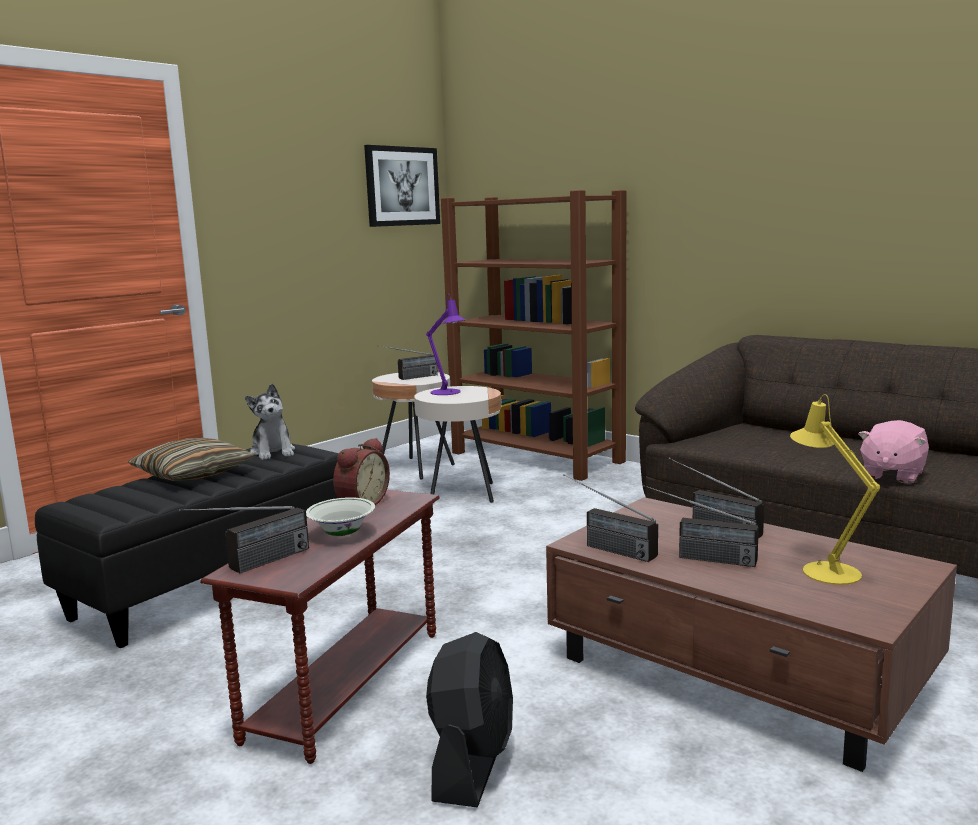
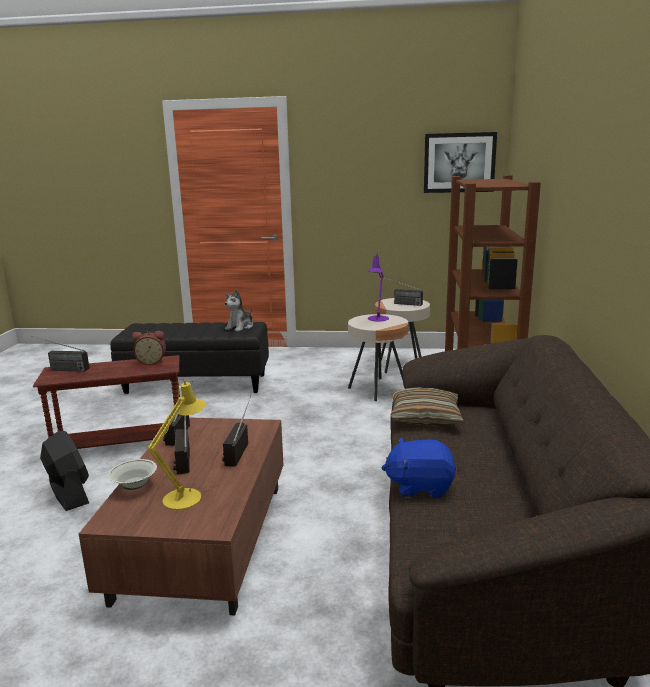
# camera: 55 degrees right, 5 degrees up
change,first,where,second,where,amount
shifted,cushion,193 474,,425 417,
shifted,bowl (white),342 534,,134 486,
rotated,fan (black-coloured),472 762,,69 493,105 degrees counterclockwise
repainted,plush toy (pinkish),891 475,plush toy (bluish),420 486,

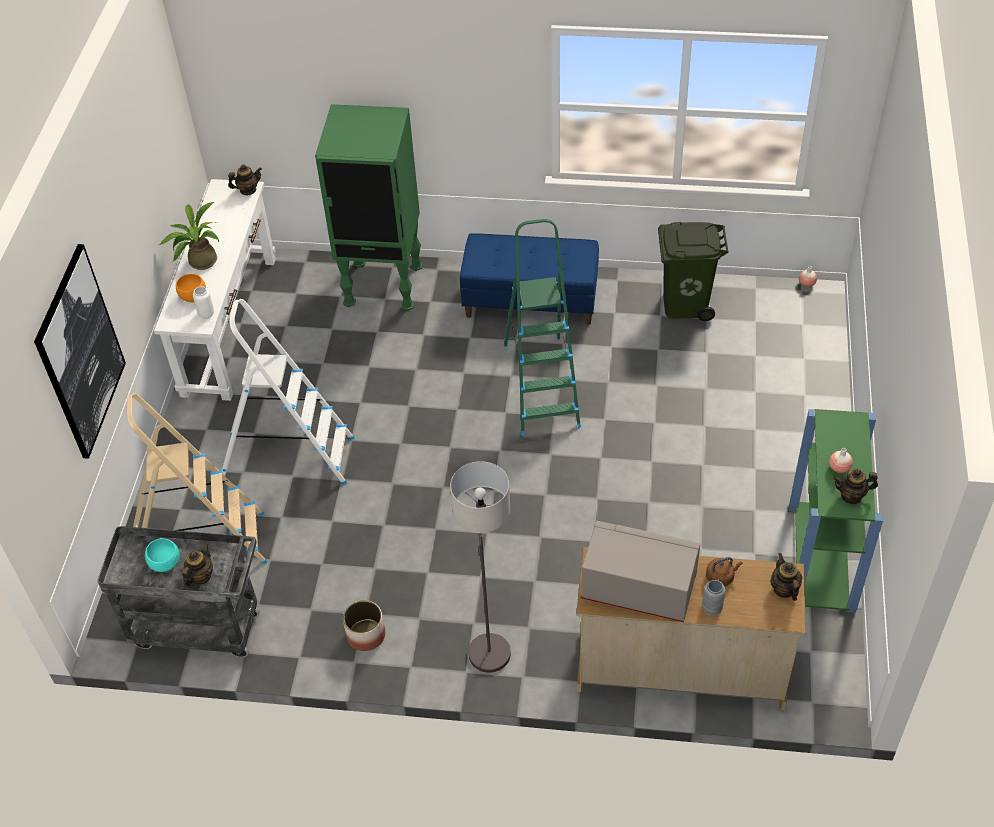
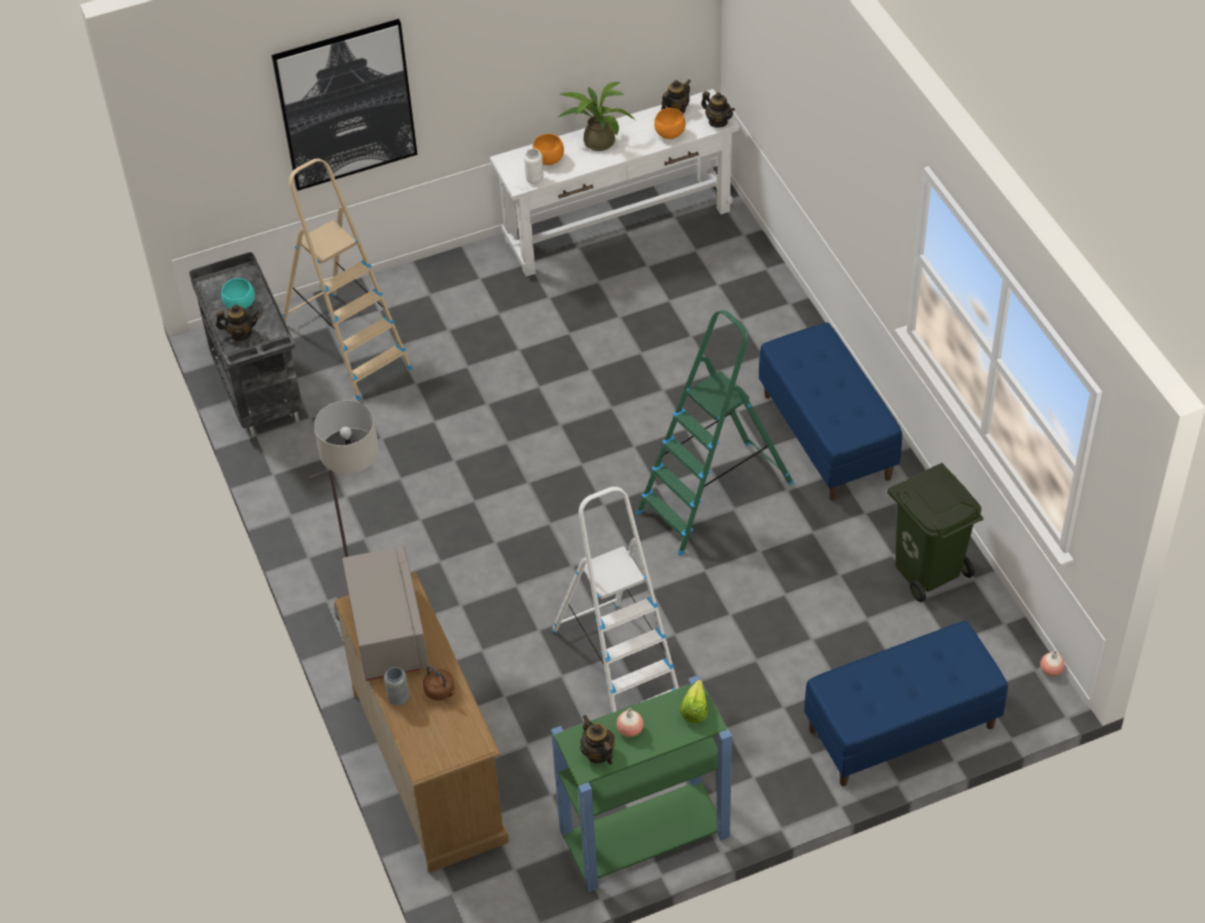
# camera: 60 degrees right, 0 degrees up
change,first,where,second,where,amount
shifted,step ladder (white),288 458,,618 672,
gone,cupboard (green-coloured),384 285,,,
gone,flower pot,365 635,,,
shifted,pot for tea,784 589,,676 110,
new,,,bowl (orange),669 134,
new,,,lettuce,696 707,
new,,,indoor bench (bluish),901 729,

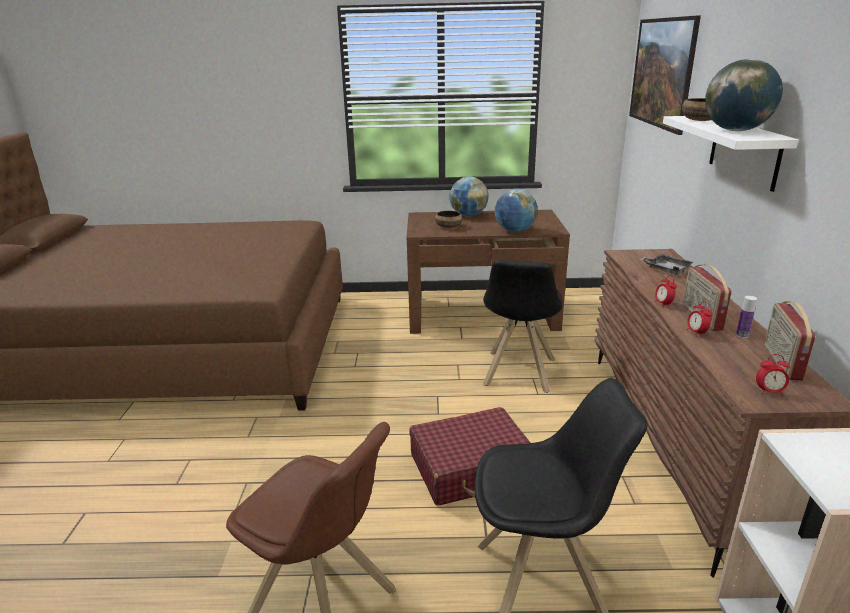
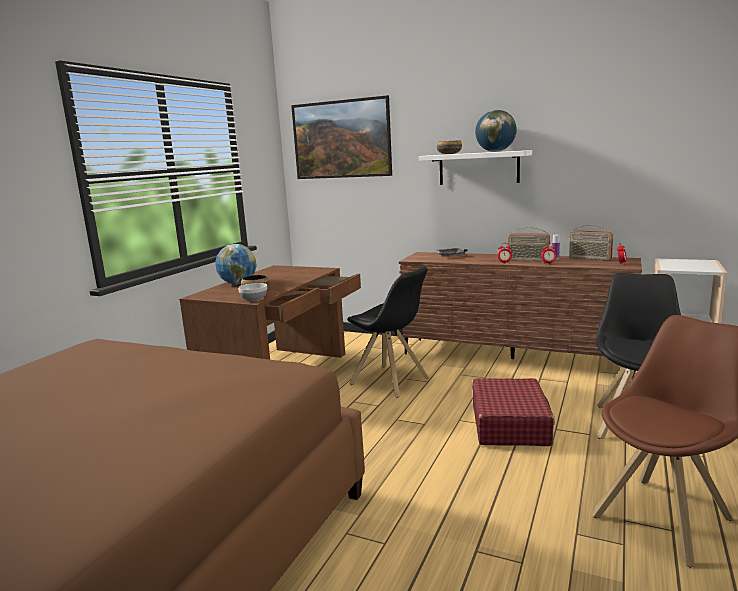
# camera: 65 degrees left, 10 degrees down
change,first,where,second,where,amount
gone,world globe,515 231,,,
new,,,bowl,253 299,

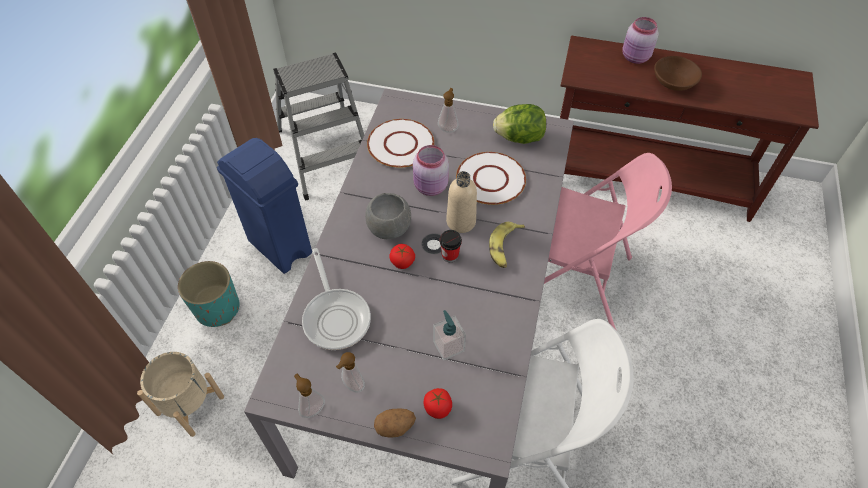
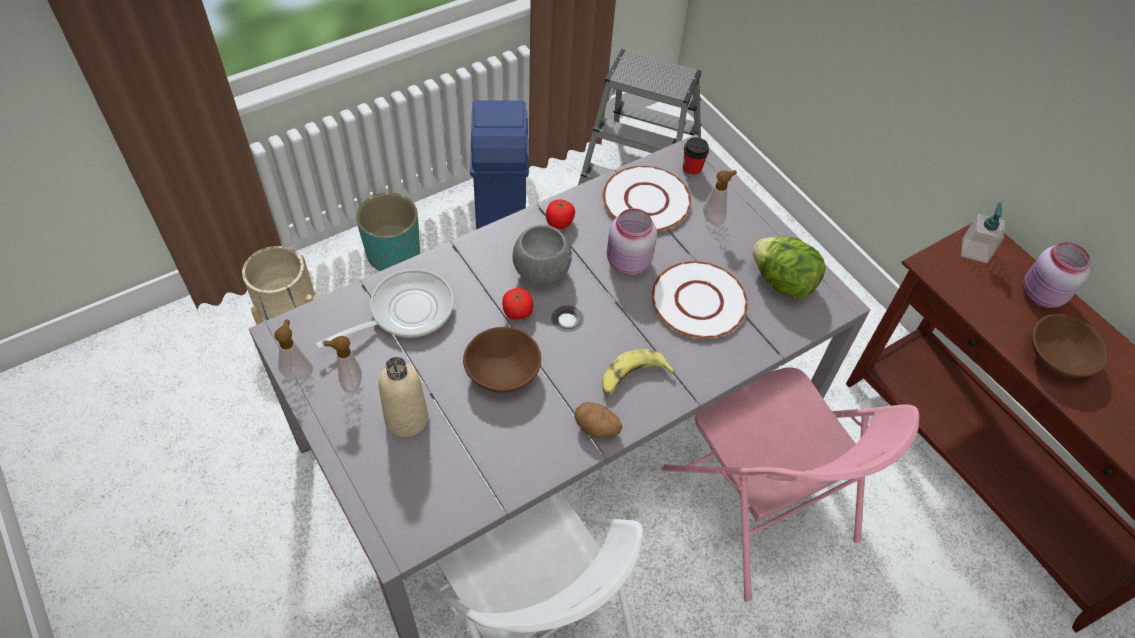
# camera: 40 degrees right, 0 degrees up
change,first,where,second,where,amount
rotated,pan,336 316,,405 312,150 degrees counterclockwise
shifted,spud,395 427,,597 428,
shifted,whole tomato,438 408,,559 222,
shifted,soap dispenser,448 346,,974 250,
shifted,drinking cup,450 255,,691 170,
shifted,bottle (beige),461 221,,406 419,
new,,,bowl (brown-coloured),502 371,

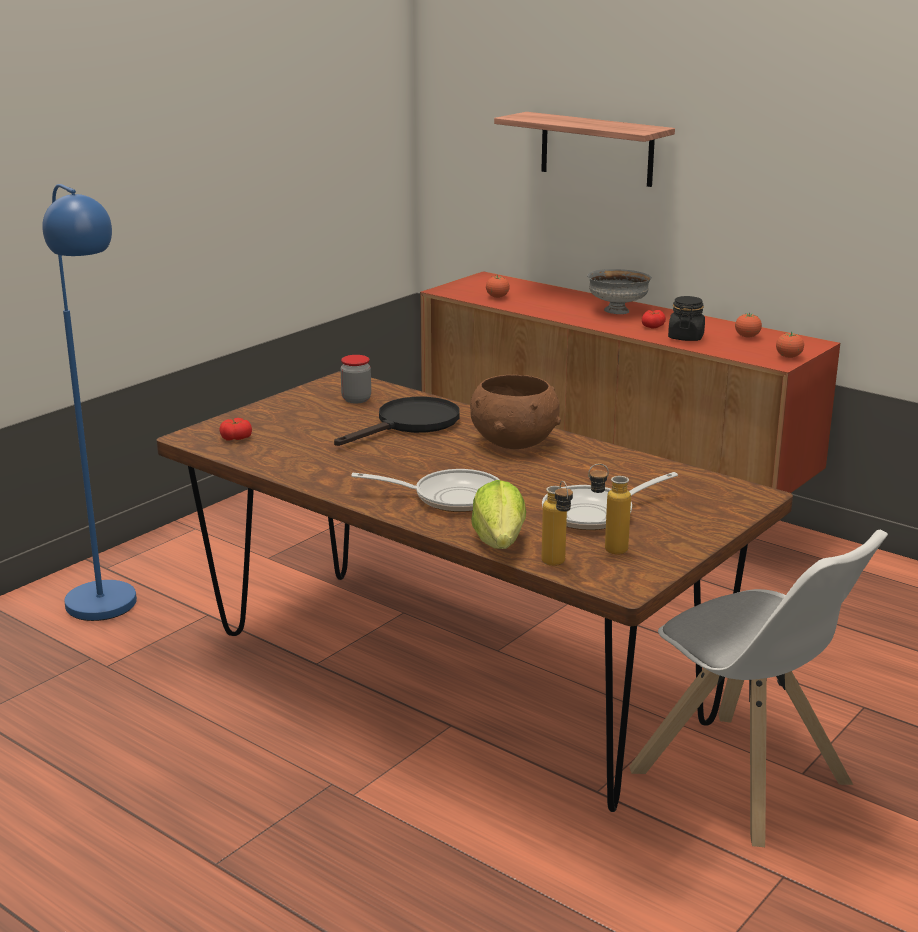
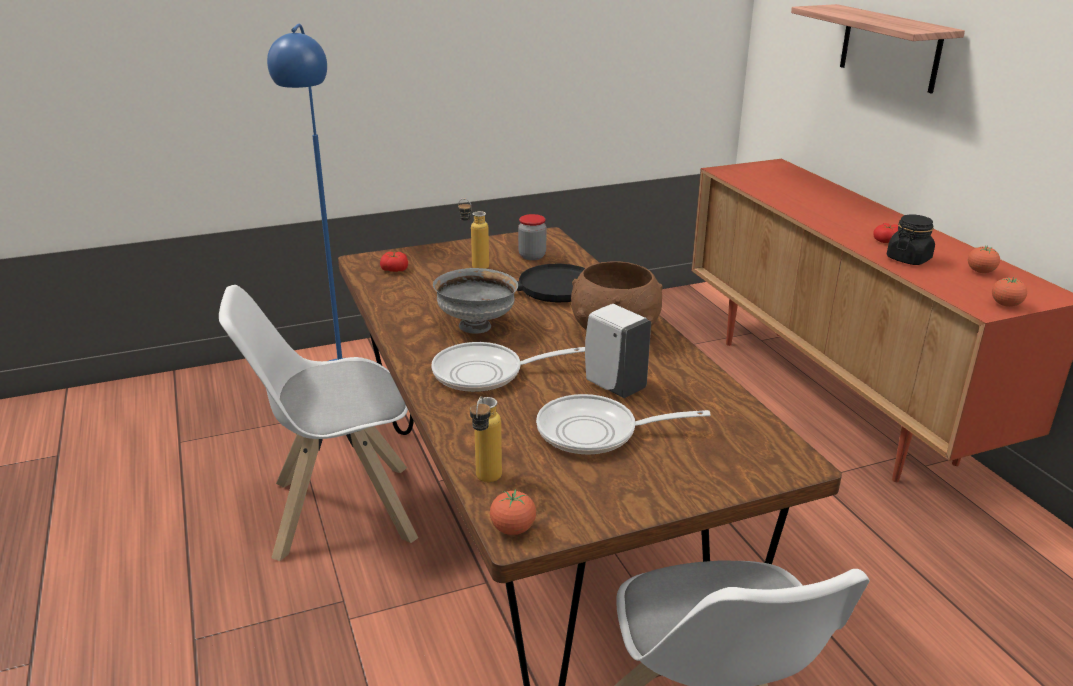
# camera: 30 degrees right, 5 degrees up
change,first,where,second,where,amount
rotated,pan,450 497,,486 374,135 degrees clockwise
gone,lettuce,499 542,,,
shifted,whole tomato,497 297,,513 529,
shifted,bowl (grey),617 311,,476 326,
shifted,bottle,606 550,,474 266,
new,,,upright chair,338 511,
new,,,soap dispenser (white),613 386,

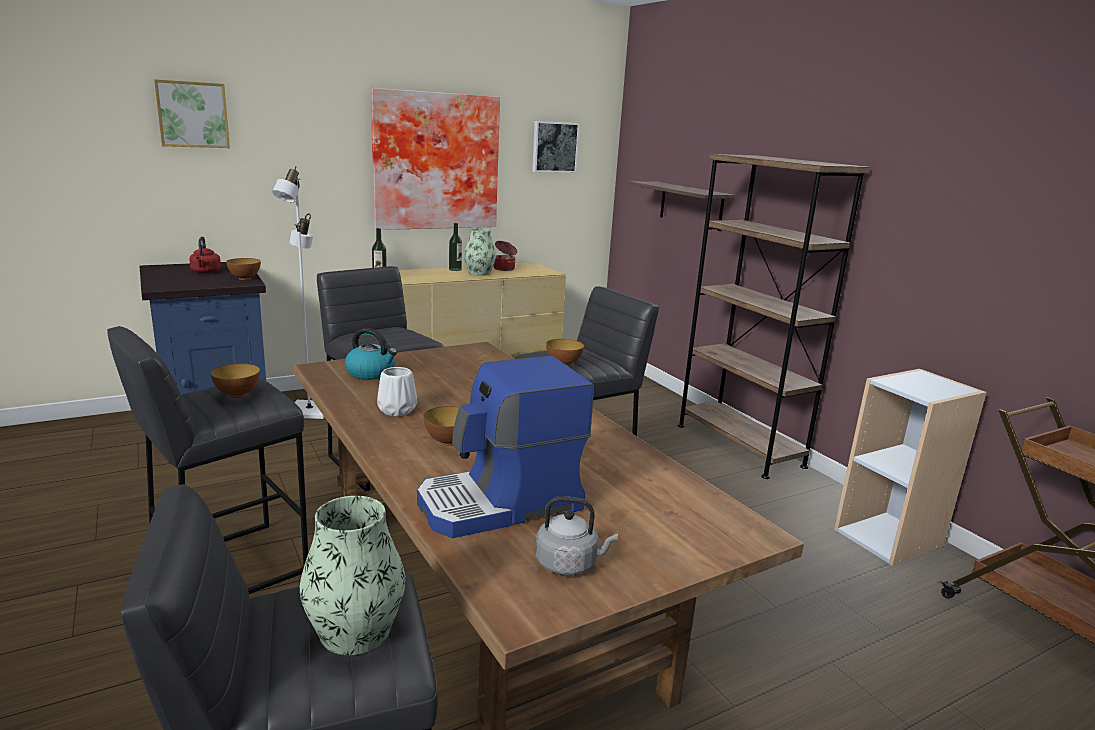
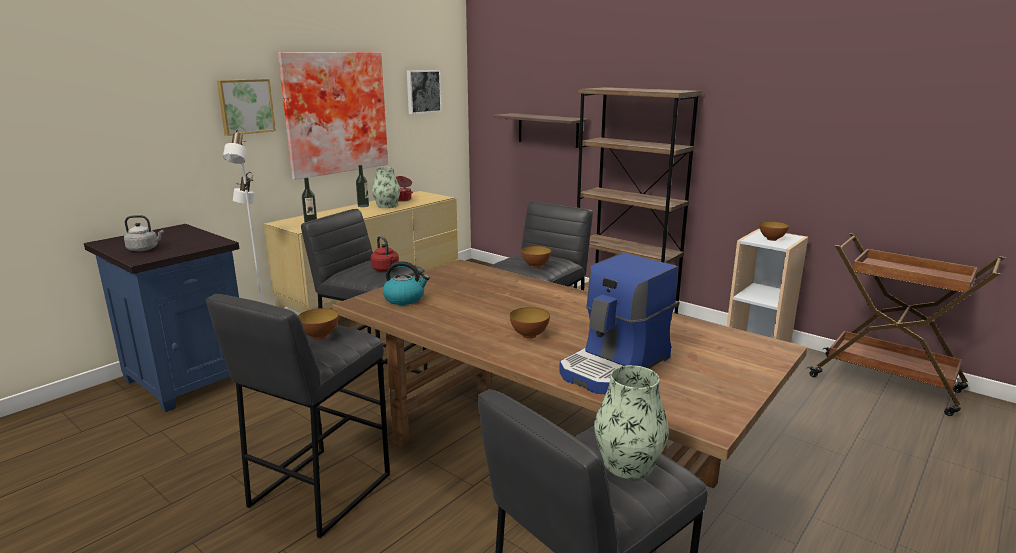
# camera: 20 degrees left, 0 degrees up
change,first,where,second,where,amount
shifted,picture,192 114,,245 106,
shifted,water kettle (red-coloured),205 272,,386 270,
shifted,bowl,245 278,,772 239,
gone,vase (white),396 410,,,
shifted,water kettle (grey),569 564,,144 249,

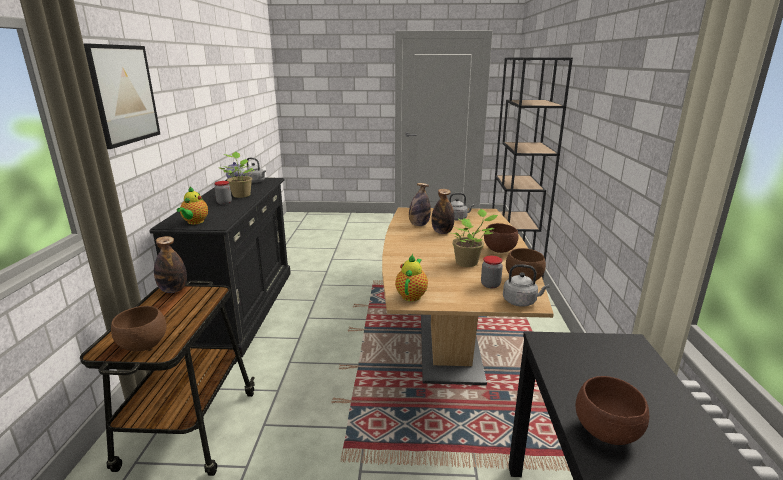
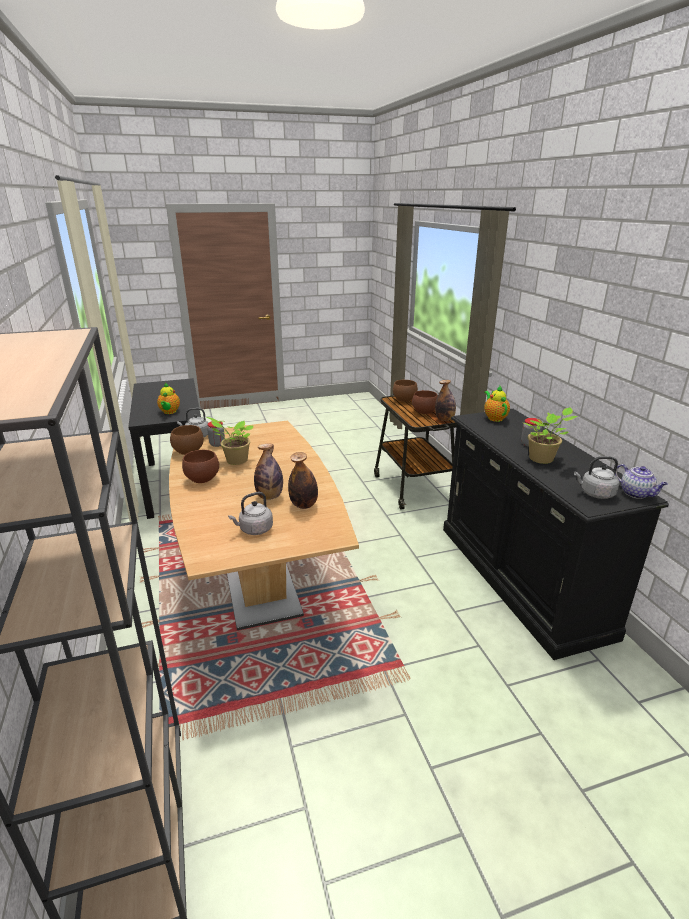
# camera: 160 degrees right, 5 degrees up
change,first,where,second,where,amount
gone,picture,123 94,,,
shifted,pot for tea,412 295,,169 412,
shifted,bowl (brown-coloured),608 433,,423 412,

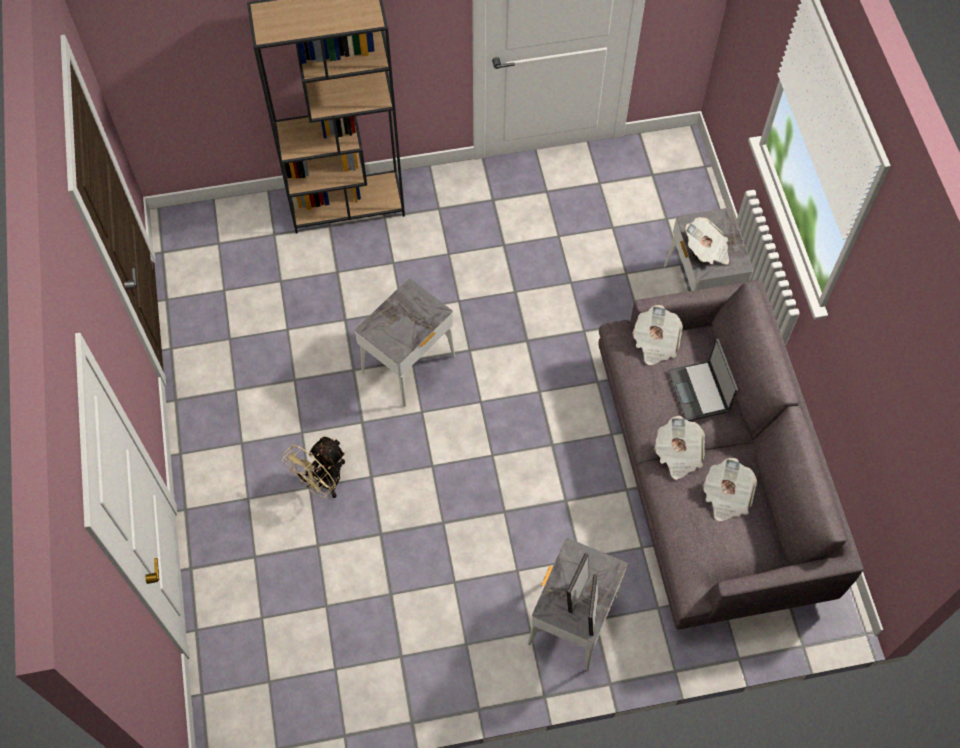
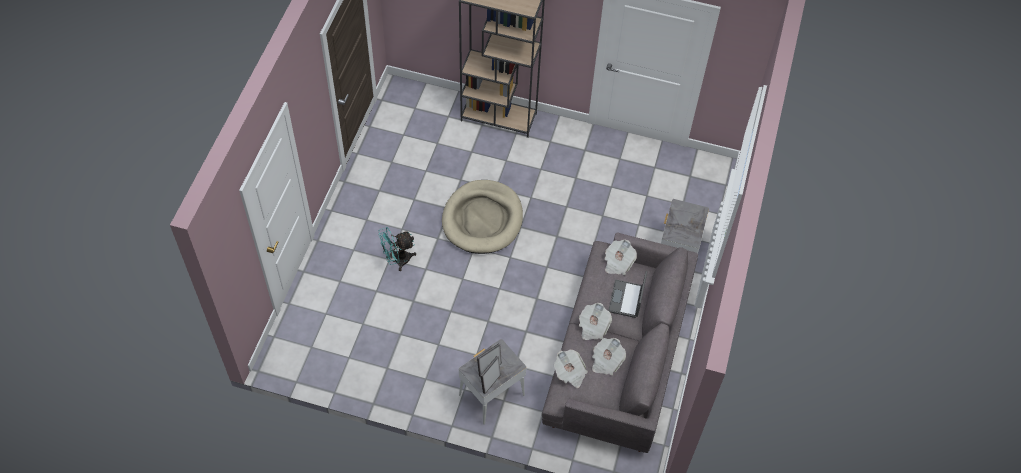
# camera: 25 degrees right, 5 degrees down
change,first,where,second,where,amount
repainted,fan (beige),322 483,fan (blue-green),397 260,
swapped,accent table,410 364,dog cushion (beige),482 219,
shifted,newspaper,706 250,,570 373,

